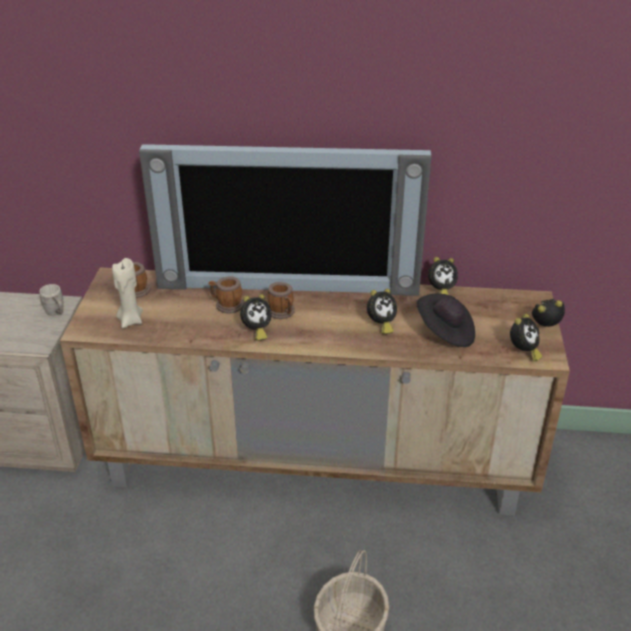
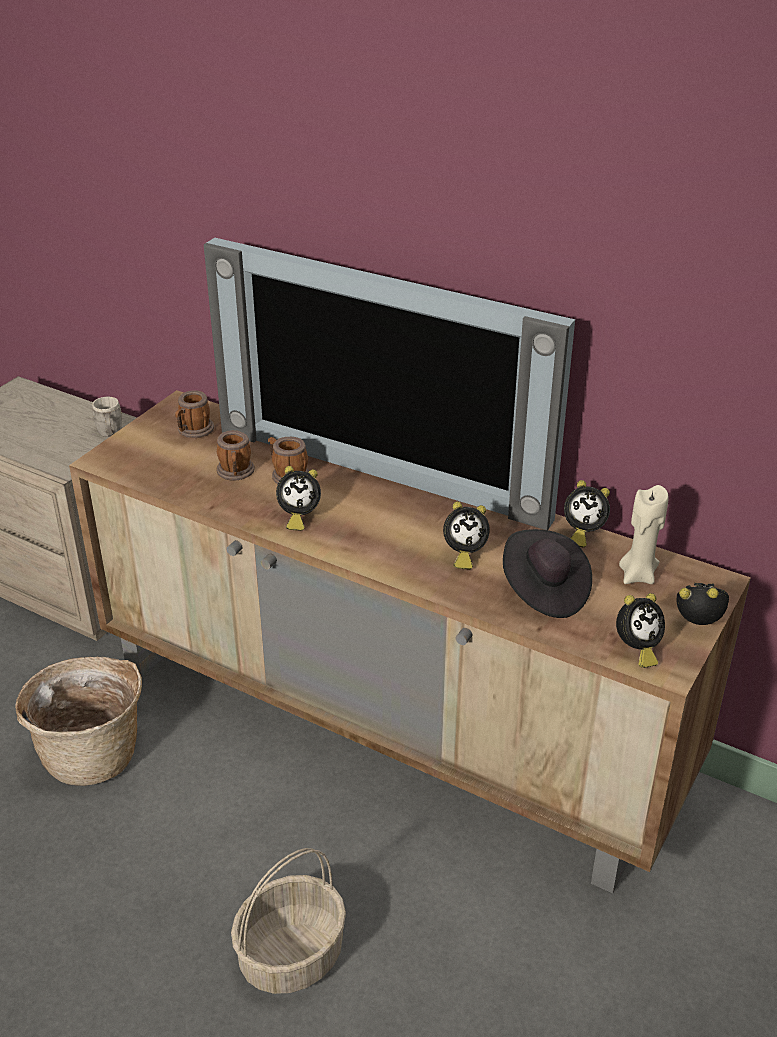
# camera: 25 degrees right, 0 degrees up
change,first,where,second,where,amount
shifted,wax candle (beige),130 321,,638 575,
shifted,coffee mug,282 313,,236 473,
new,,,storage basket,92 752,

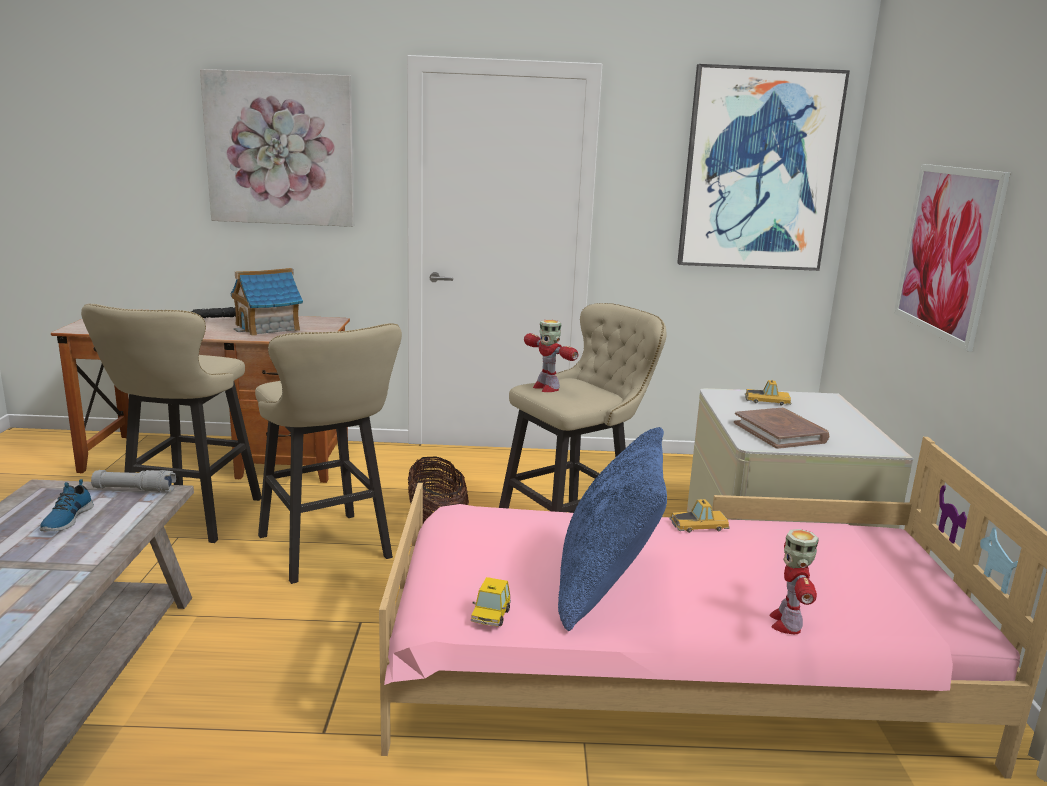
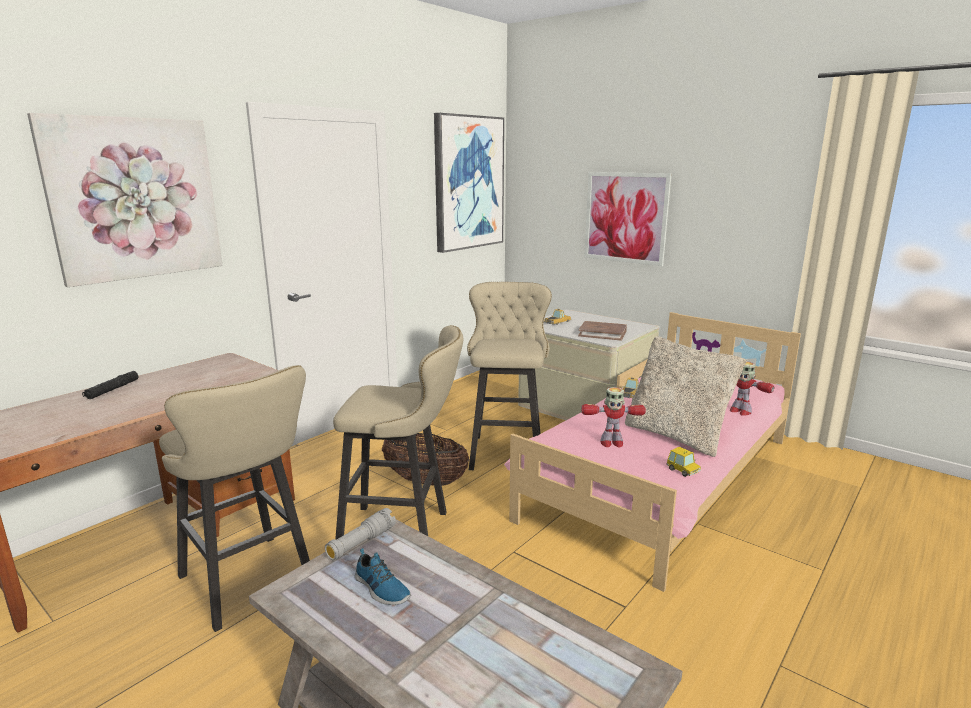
# camera: 50 degrees left, 0 degrees up
change,first,where,second,where,amount
gone,miniature house,268 327,,,
shifted,toy robot,546 388,,611 443,
repainted,cushion (bluish),606 588,cushion (beige),677 434,

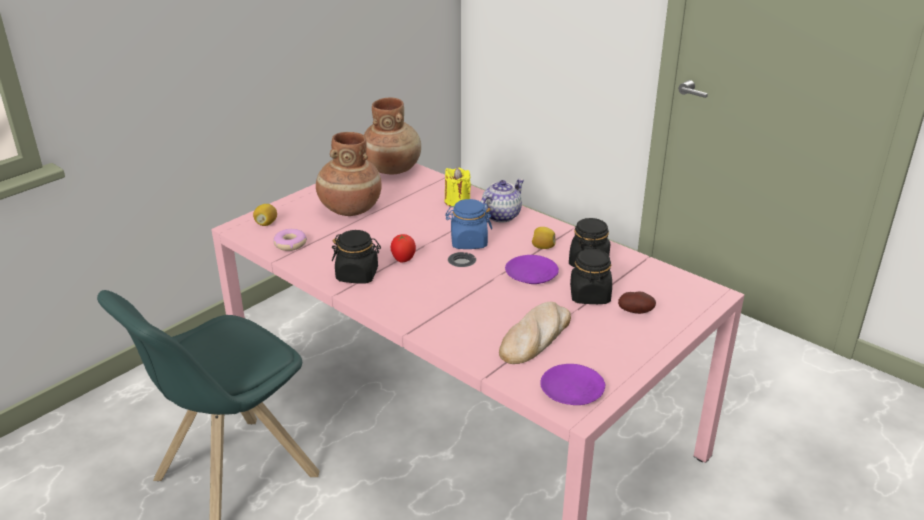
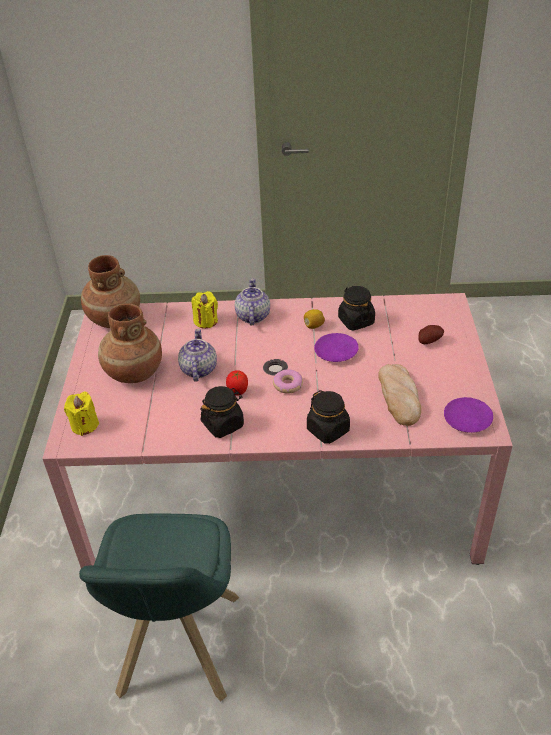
# camera: 40 degrees left, 10 degrees up
change,first,where,second,where,amount
swapped,citrus fruit,266 223,wax candle (yellow),84 425,
shifted,donut,290 244,,288 385,
gone,jar (bluish),468 242,,,
shifted,jar (black-coloured),590 296,,328 430,
new,,,pot for tea,198 369,

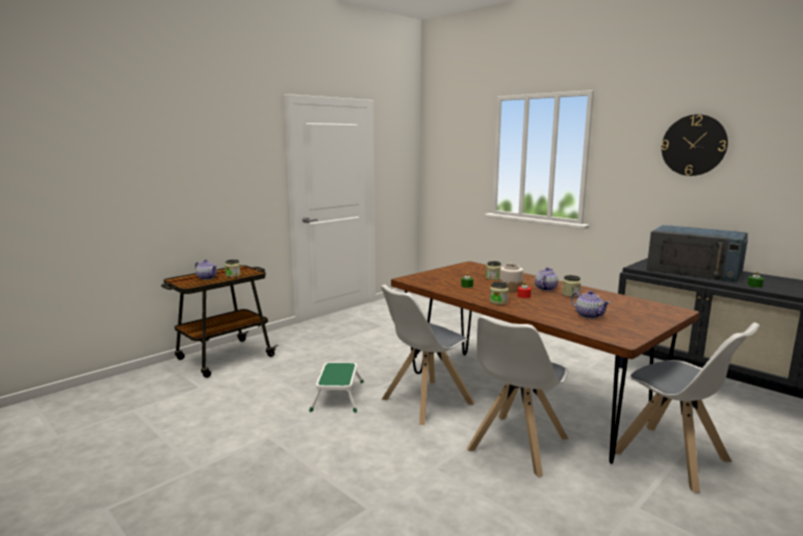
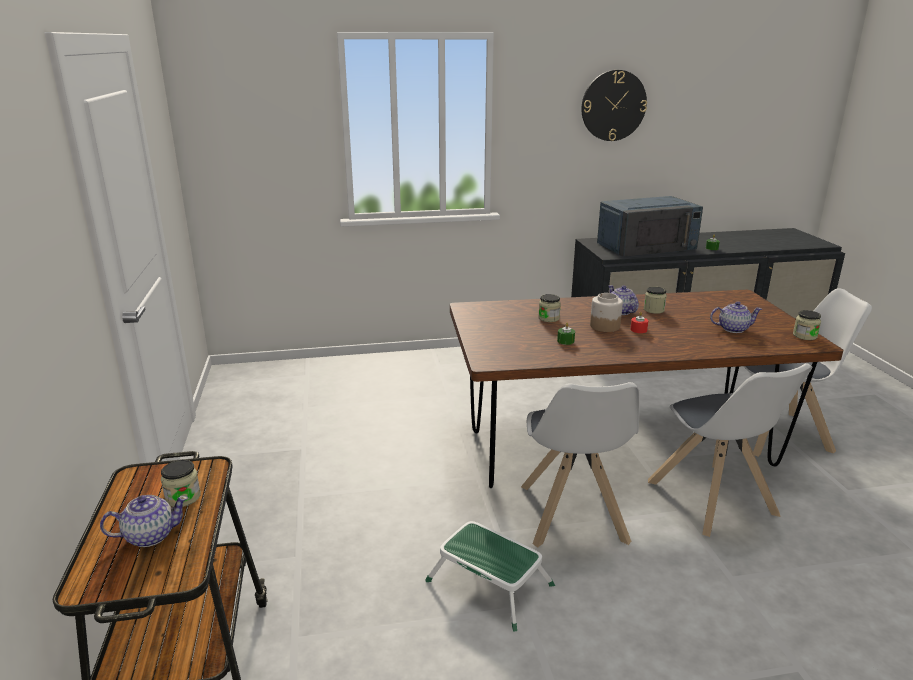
# camera: 55 degrees left, 10 degrees up
change,first,where,second,where,amount
shifted,jar,498 302,,804 336,

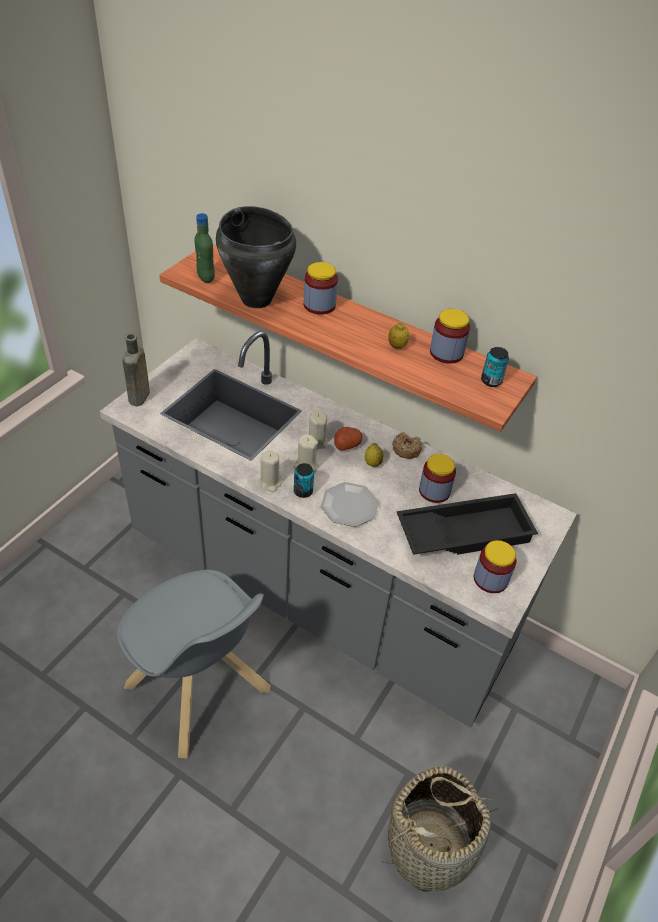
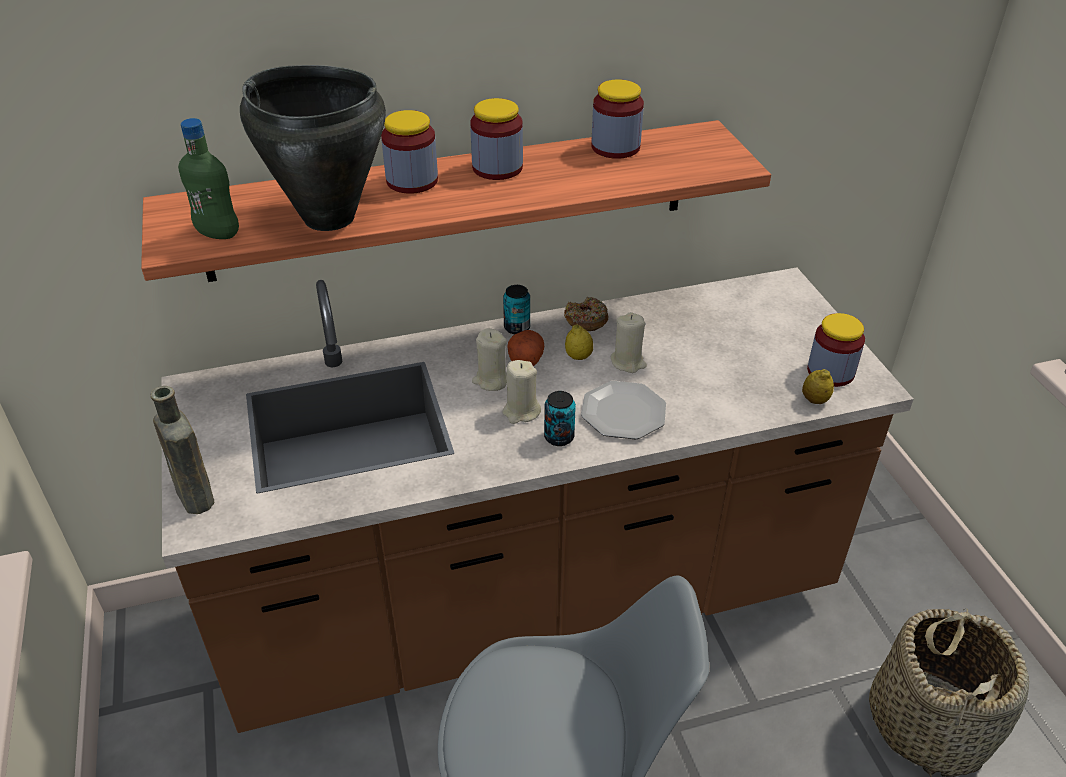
# camera: 45 degrees left, 5 degrees down
change,first,where,second,where,amount
repainted,counter (grey),317 592,counter (brown-coloured),532 604,
shifted,wax candle (beige),270 482,,628 362,
shifted,citrus fruit,397 346,,814 400,
gone,serving tray (black-coloured),464 531,,,
shifted,jar,434 491,,497 168,
shifted,sealed can,491 381,,517 328,

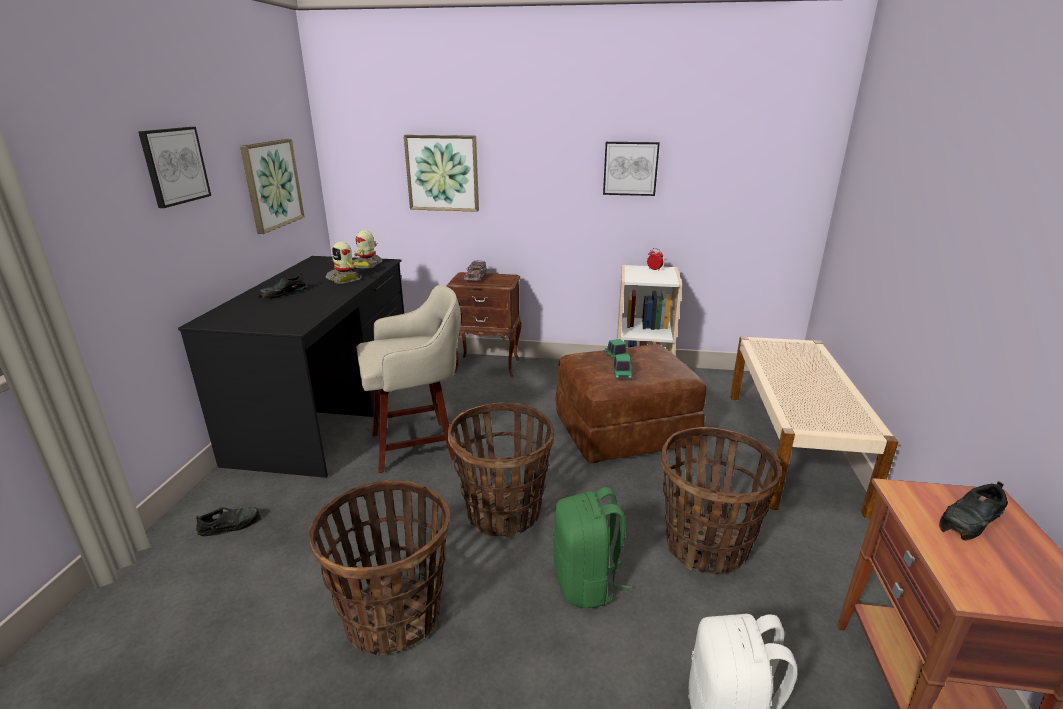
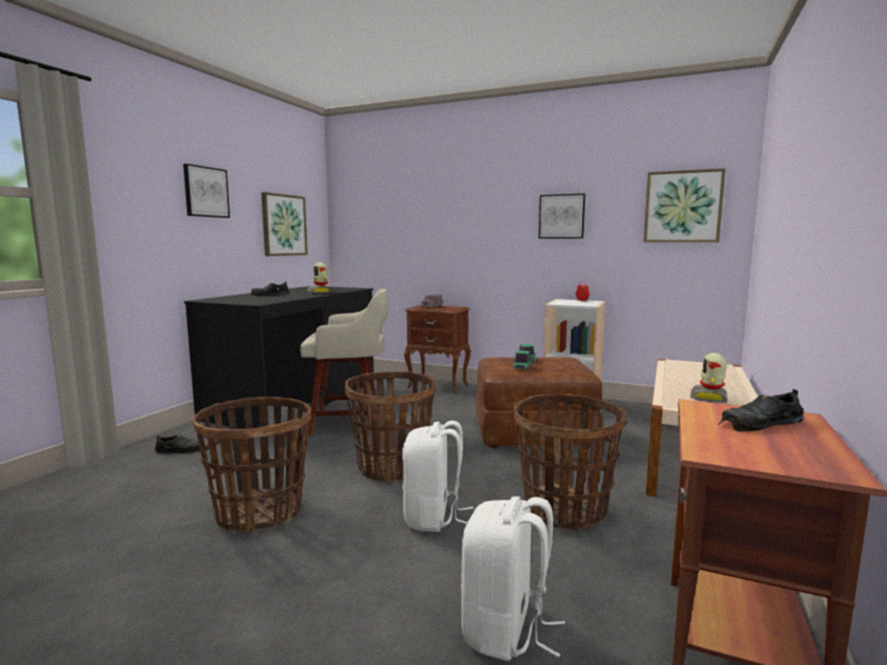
# camera: 15 degrees right, 15 degrees down
change,first,where,second,where,amount
shifted,toy robot,367 265,,709 397,
shifted,picture,442 173,,682 207,
repainted,knapsack (green-coloured),586 583,knapsack (white),433 517,

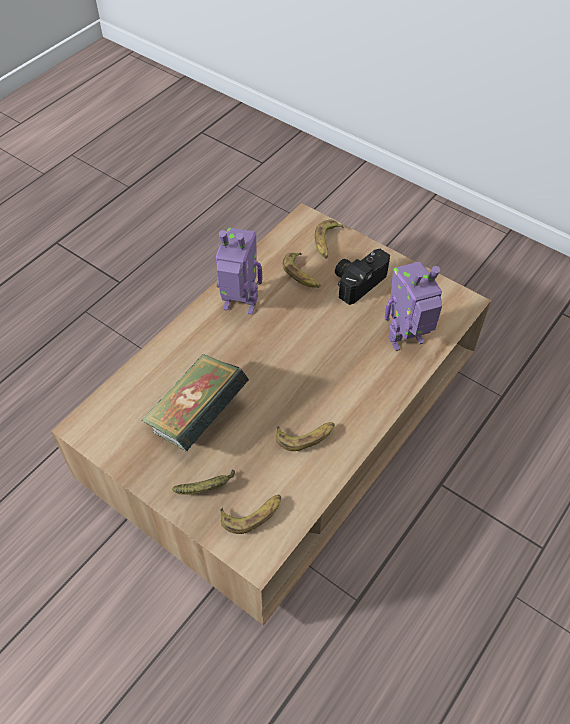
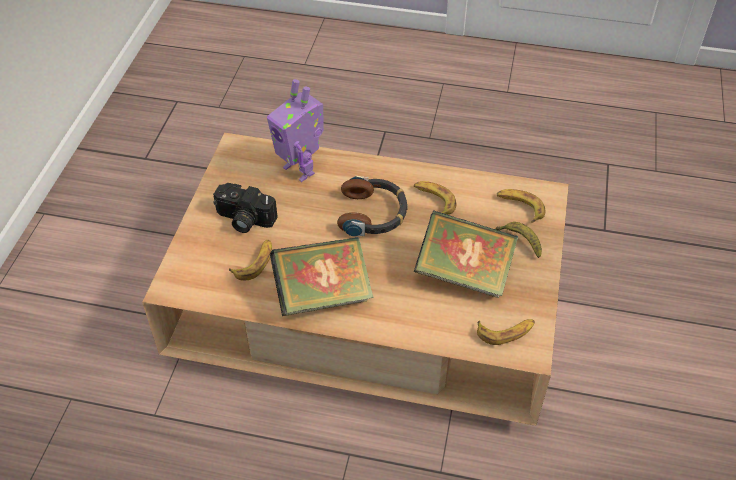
# camera: 115 degrees left, 5 degrees down
change,first,where,second,where,amount
swapped,toy robot,239 307,bound book,322 295,
shifted,whole banana,327 242,,506 332,
new,,,headphones,373 213,

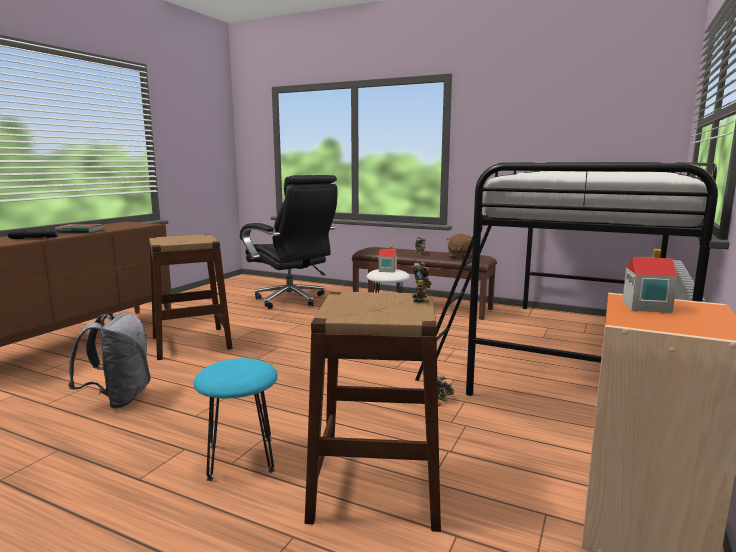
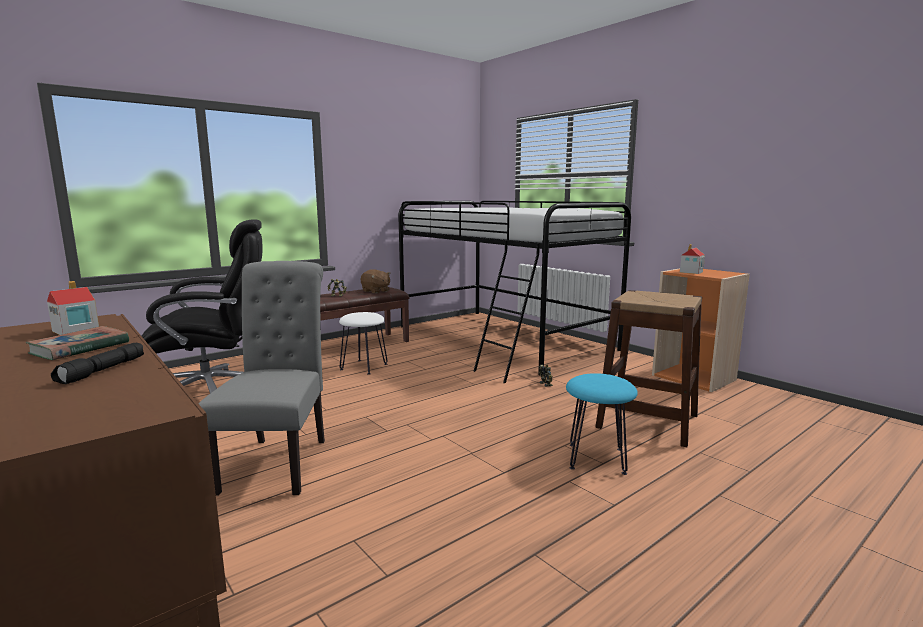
# camera: 65 degrees left, 0 degrees up
change,first,where,second,where,amount
gone,knapsack (grey),119 399,,,
swapped,stool seat (brown-coloured),191 343,upright chair (grey),279 461,
shifted,miniature house,387 270,,75 331,
gone,toy robot,422 299,,,

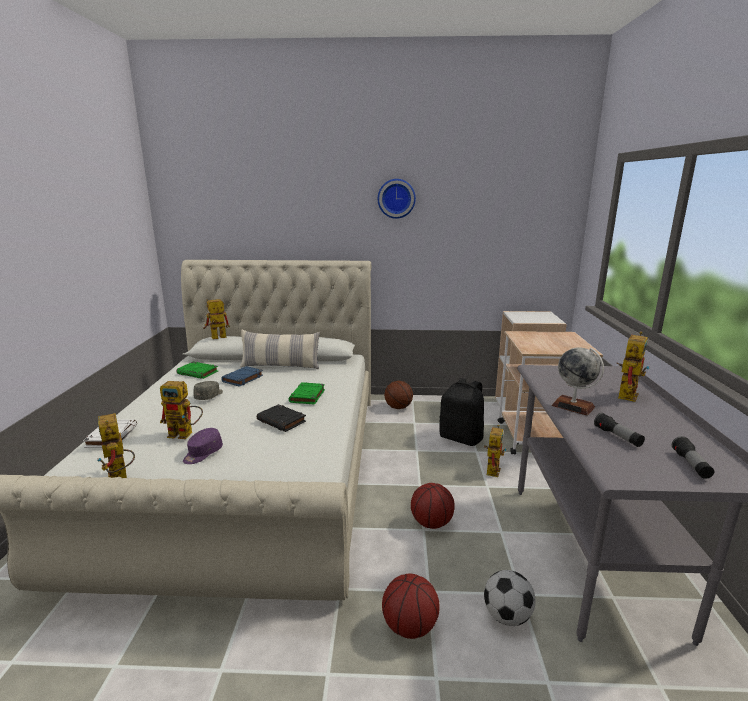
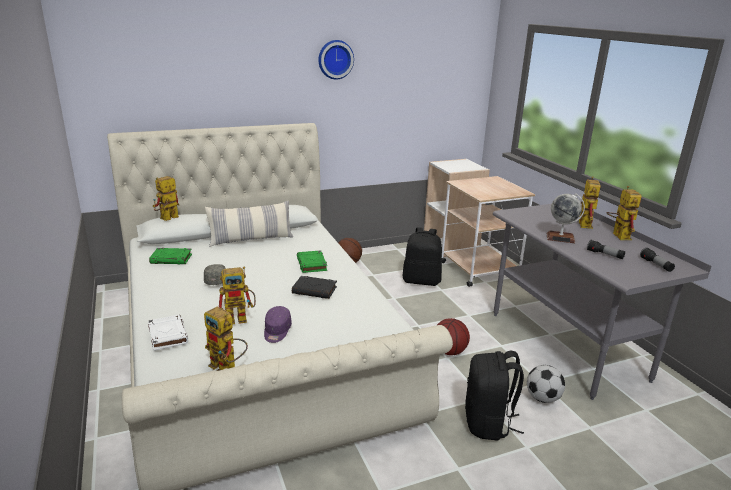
# camera: 25 degrees left, 5 degrees up
change,first,where,second,where,amount
gone,bound book (bluish),242 379,,,
swapped,ball for basketball,410 627,knapsack (black-coloured),488 423,
shifted,toy robot,492 469,,618 235,

